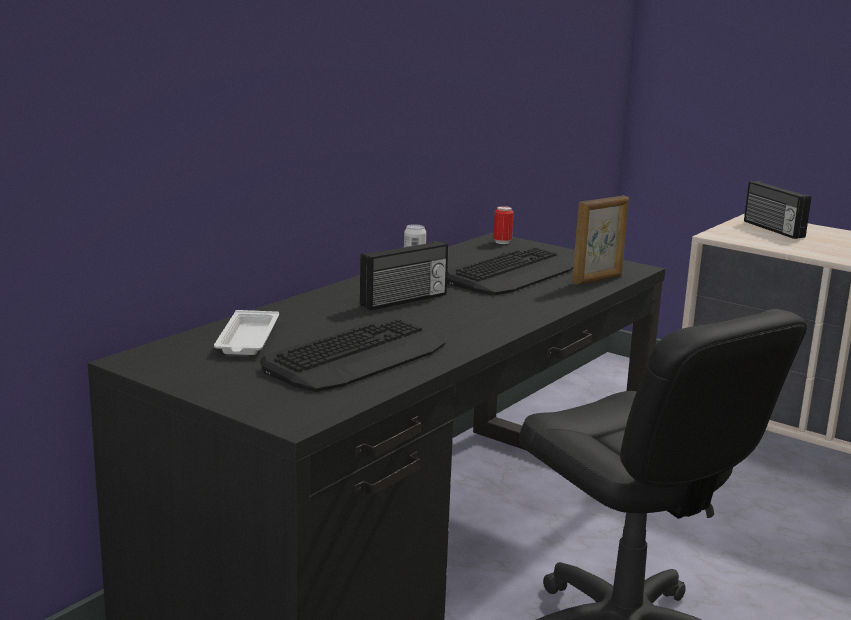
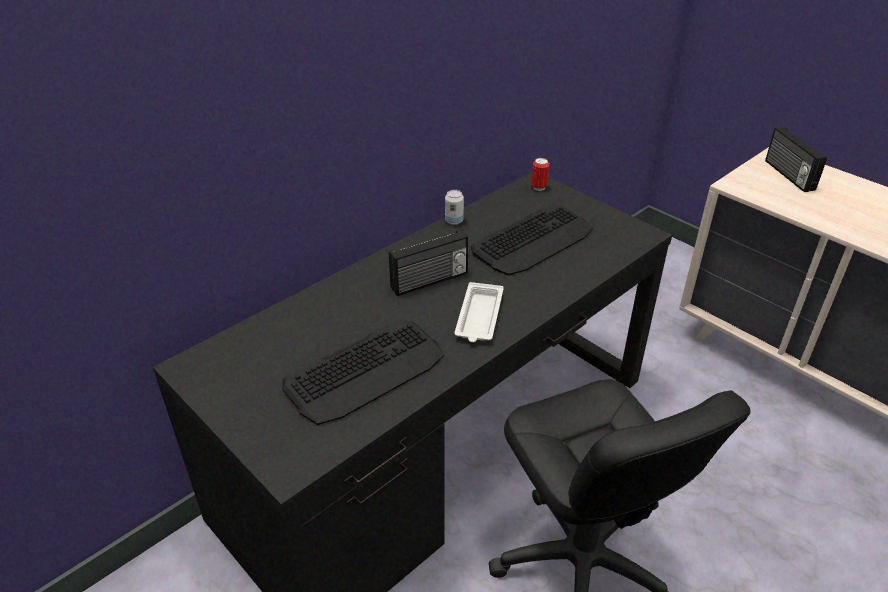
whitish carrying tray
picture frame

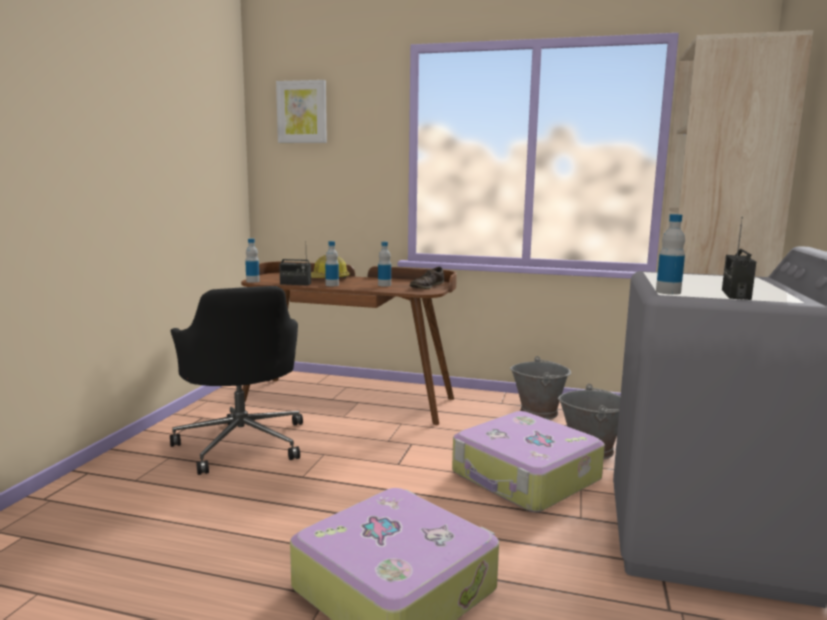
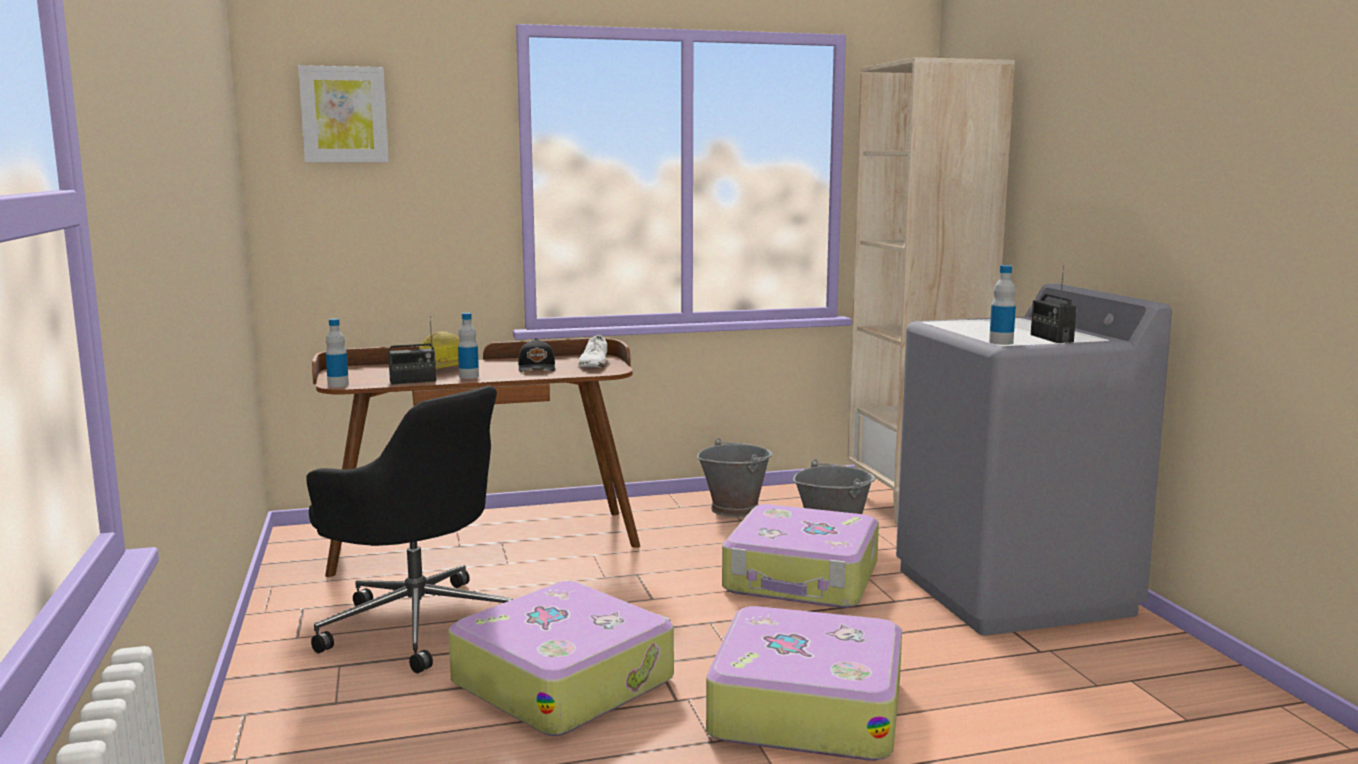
suitcase (1st from left)
blackish cap
whitish shoe

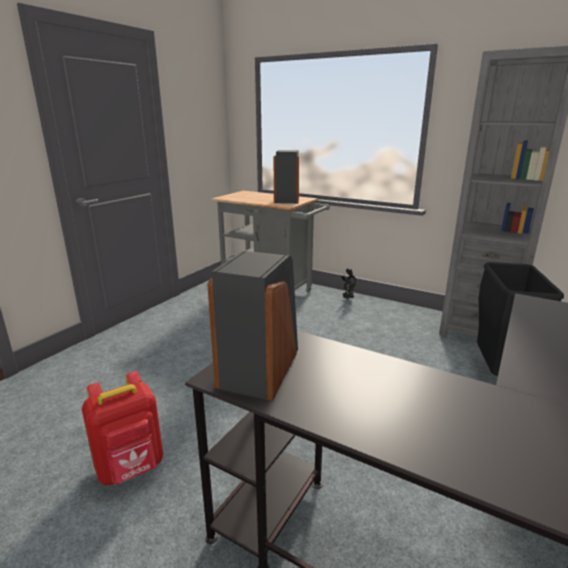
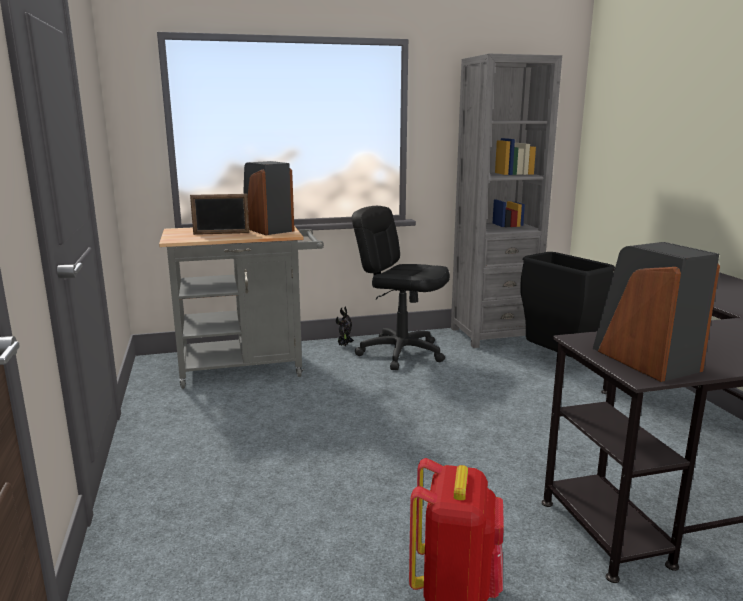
picture frame
blackish computer chair

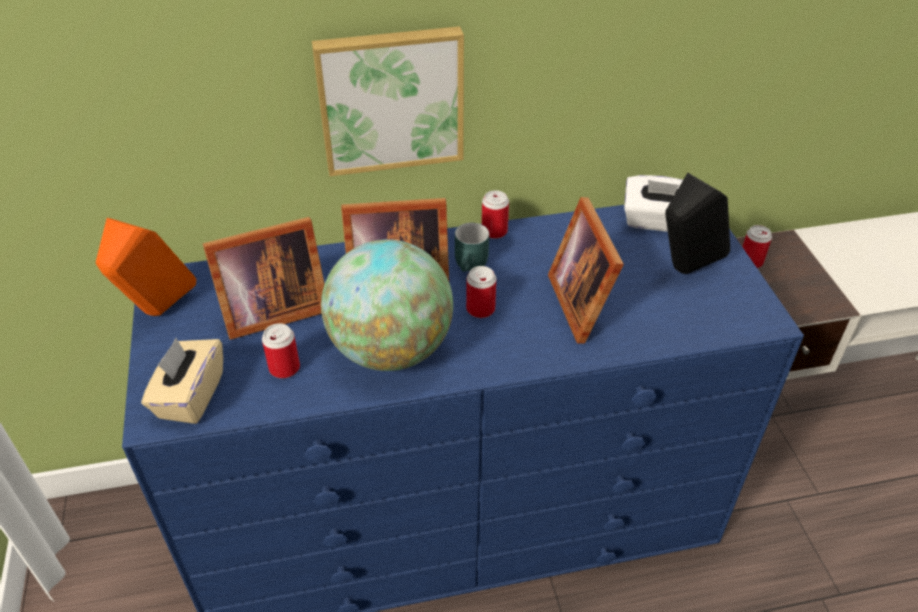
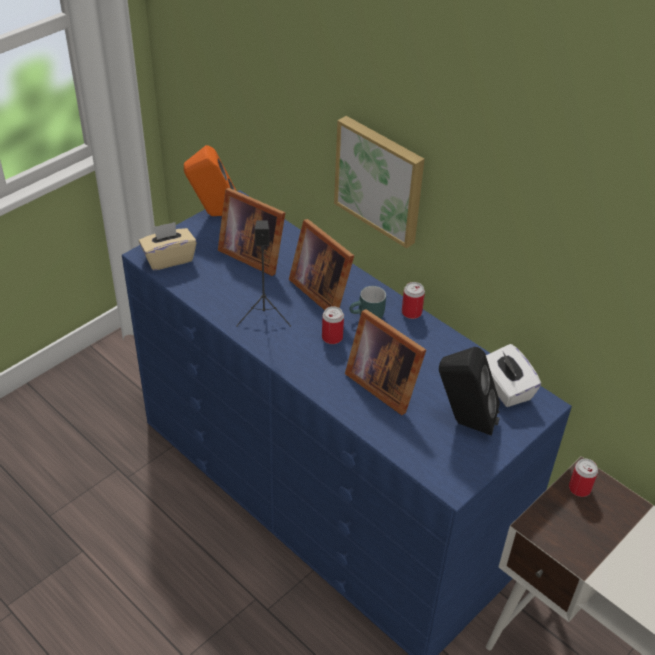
blackish speaker (1st from left)
picture frame (3rd from left)
metal can (1st from left in the first image)

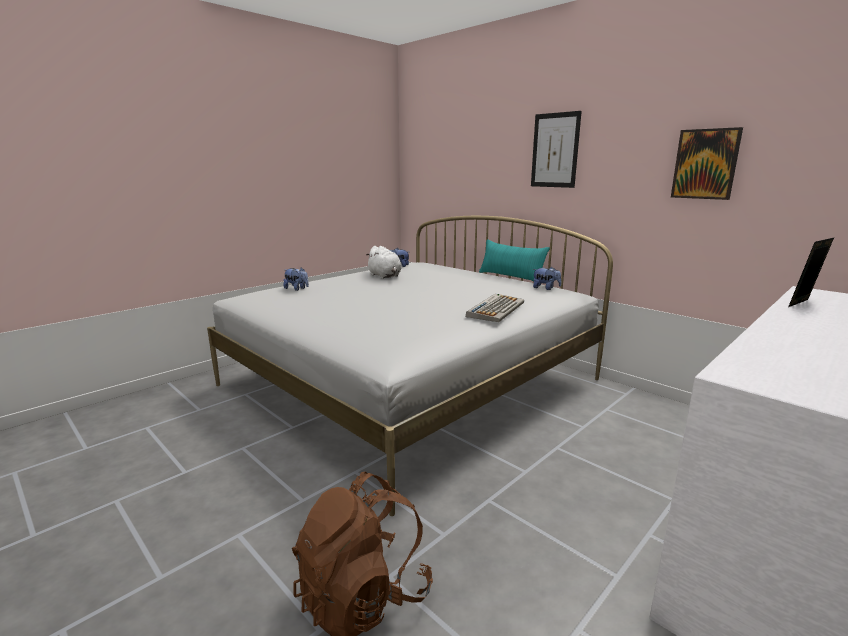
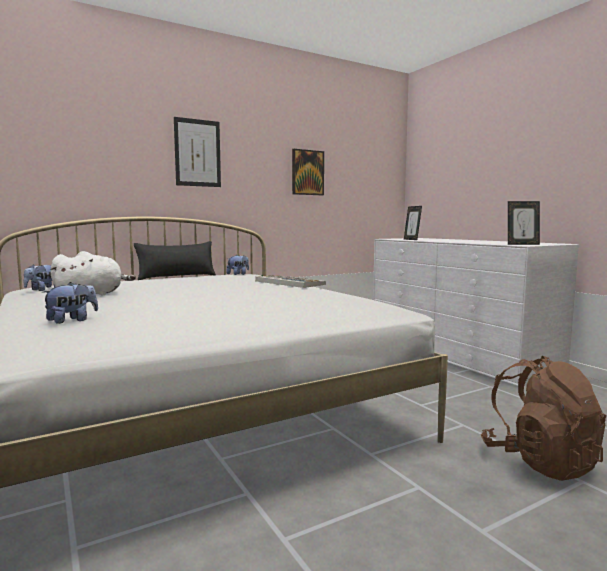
blackish throw pillow
picture frame (2nd from left)

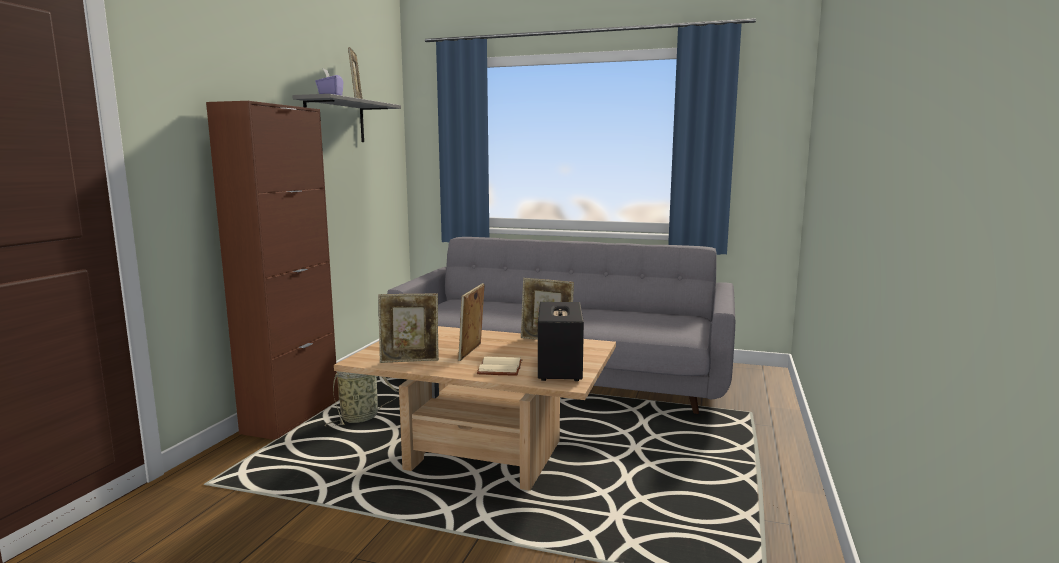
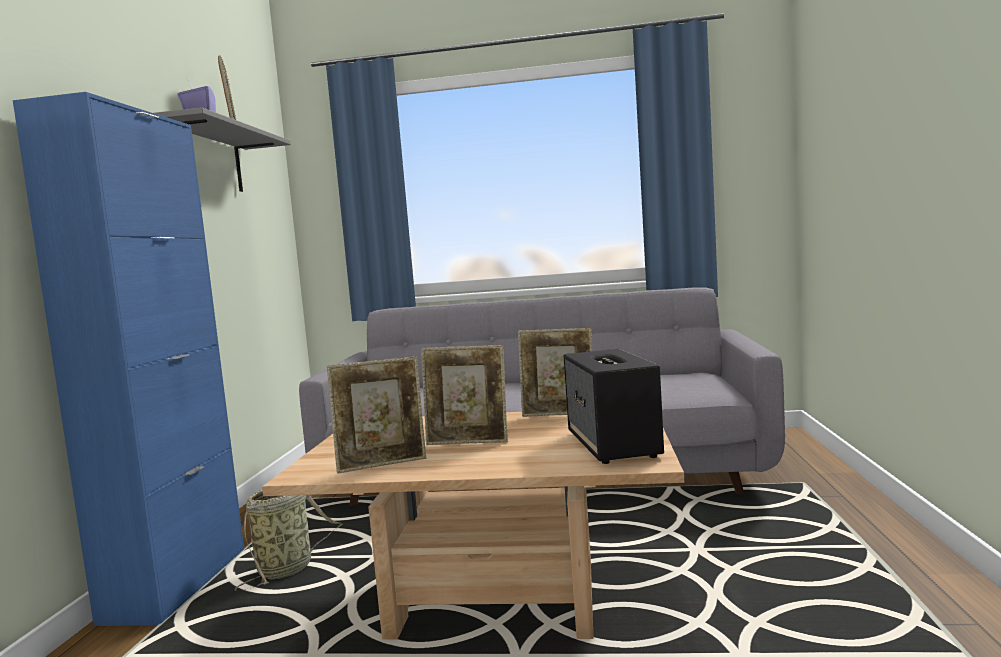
bluish cabinet
picture frame (3rd from left)
beige-coloured book

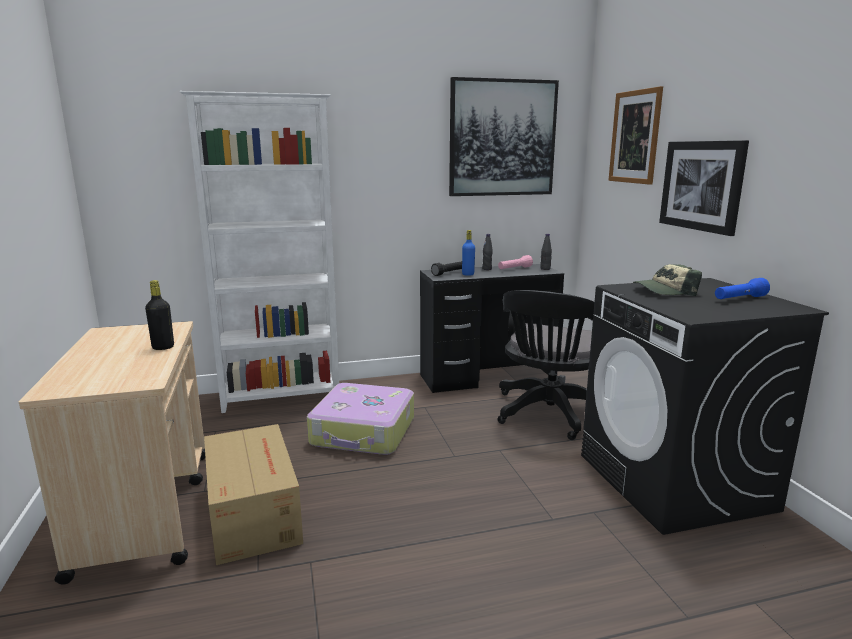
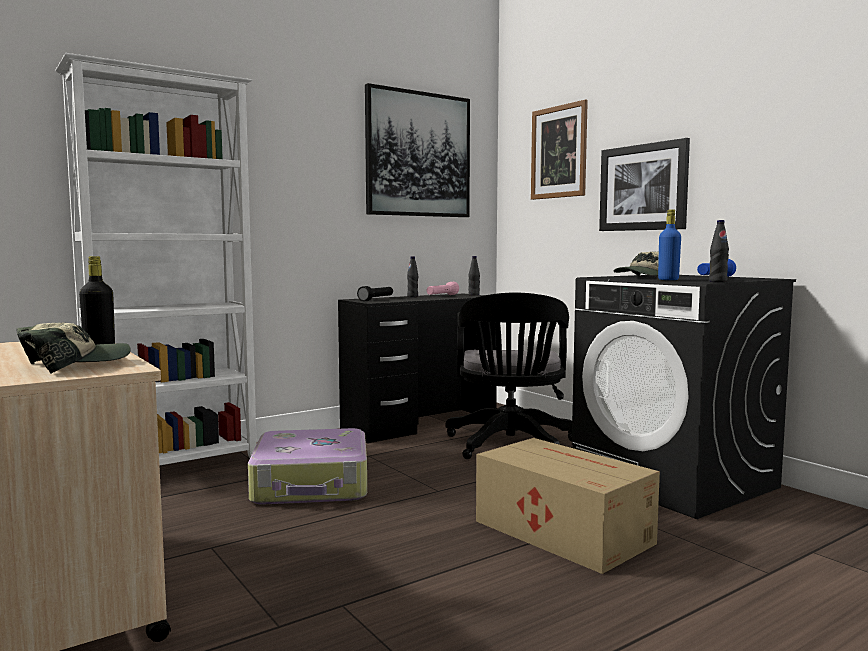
cap (1st from left)
packing box
bluish bottle
blackish bottle (4th from left)

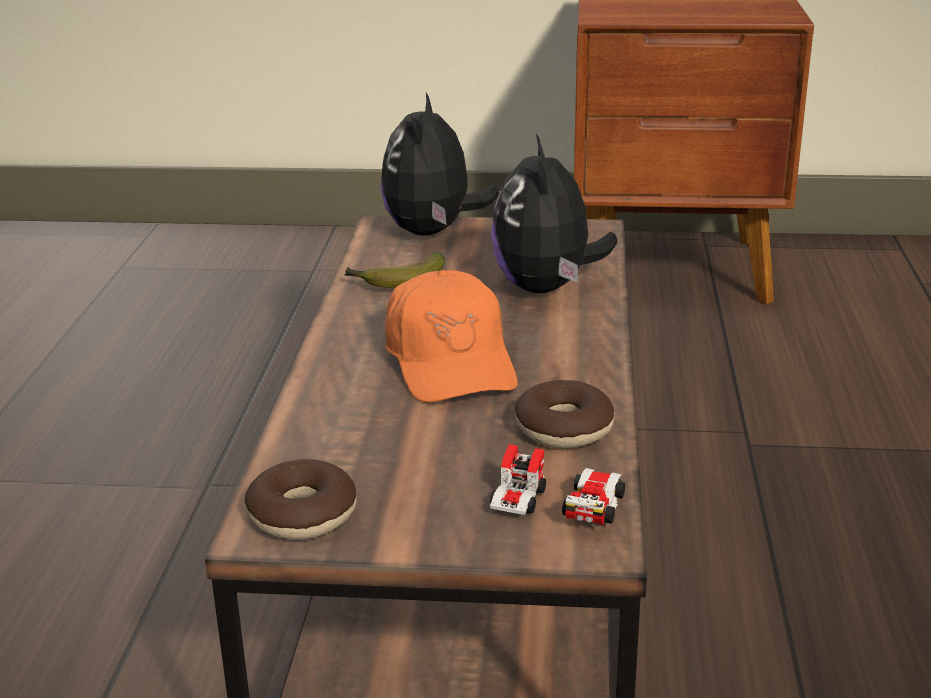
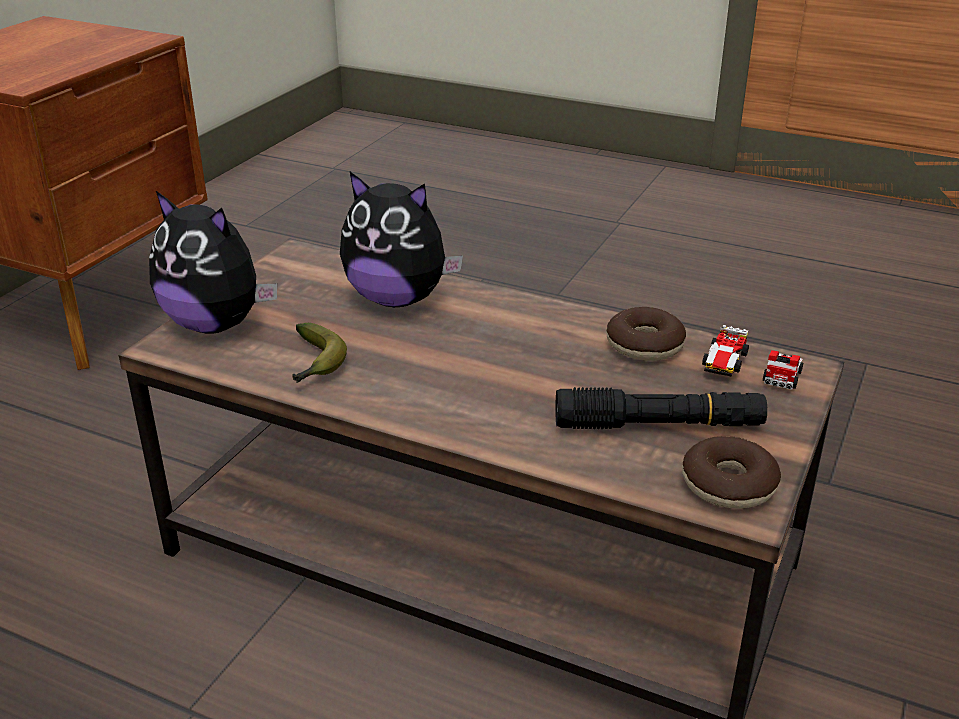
blackish hand torch
miniature car
orangey cap

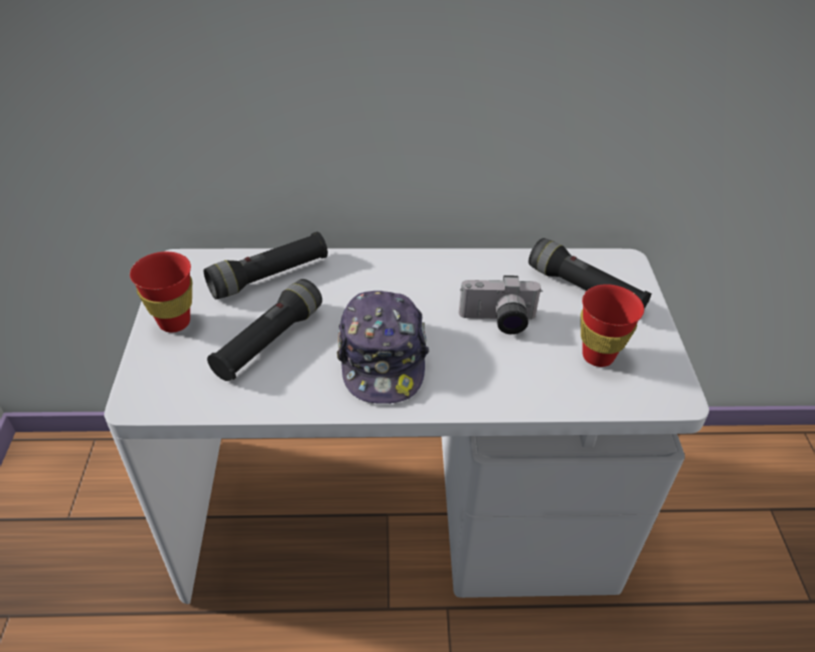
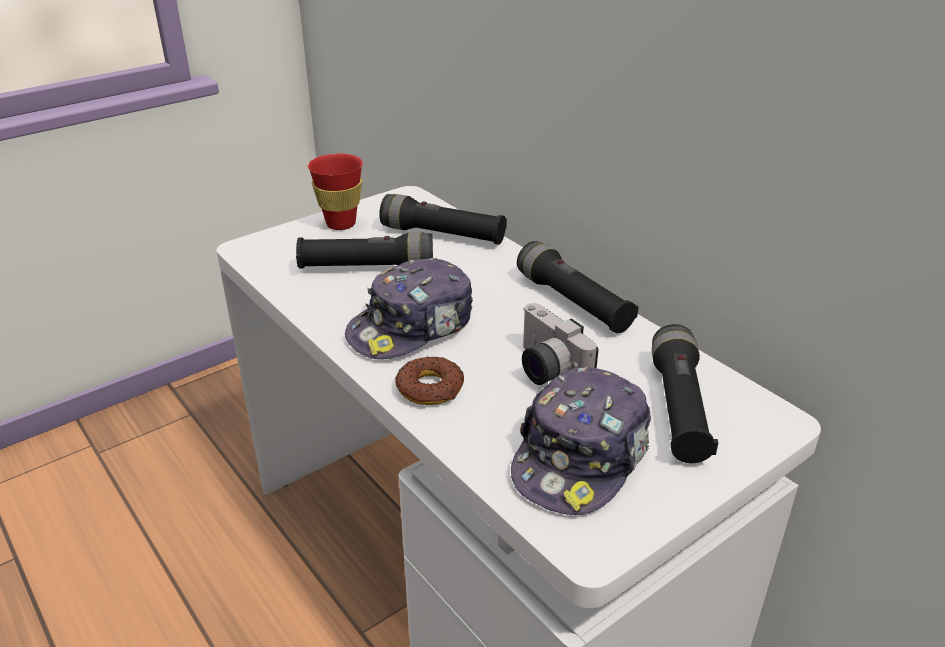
donut
cap (2nd from left)
blackish hand torch (3rd from left)

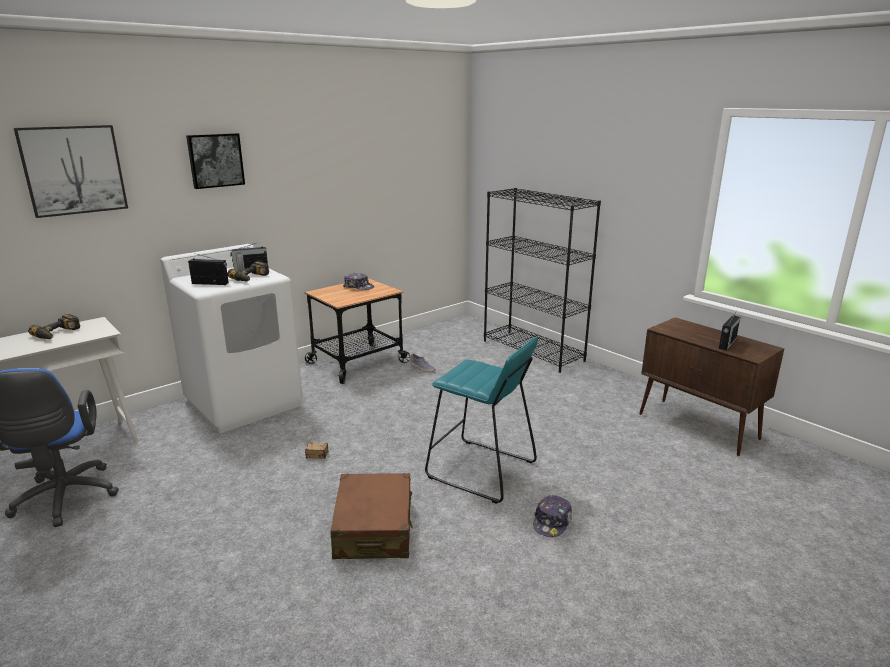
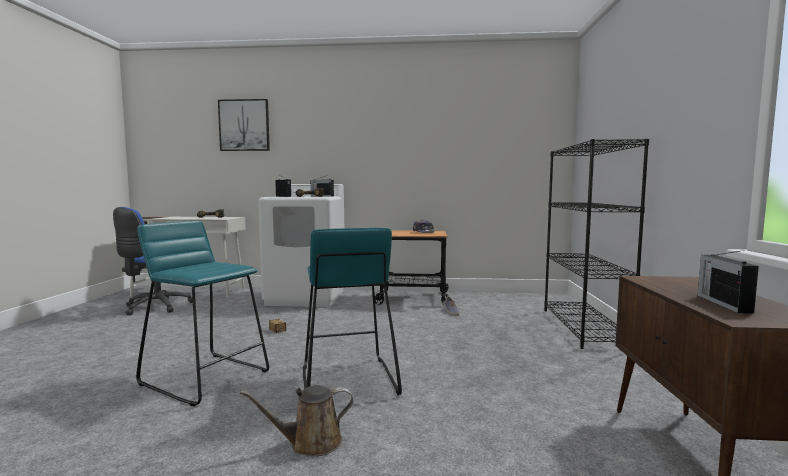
blue-green stool seat (1st from left)
brownish sprinkling can
radio receiver (3rd from left)
wall art (2nd from left in the first image)

